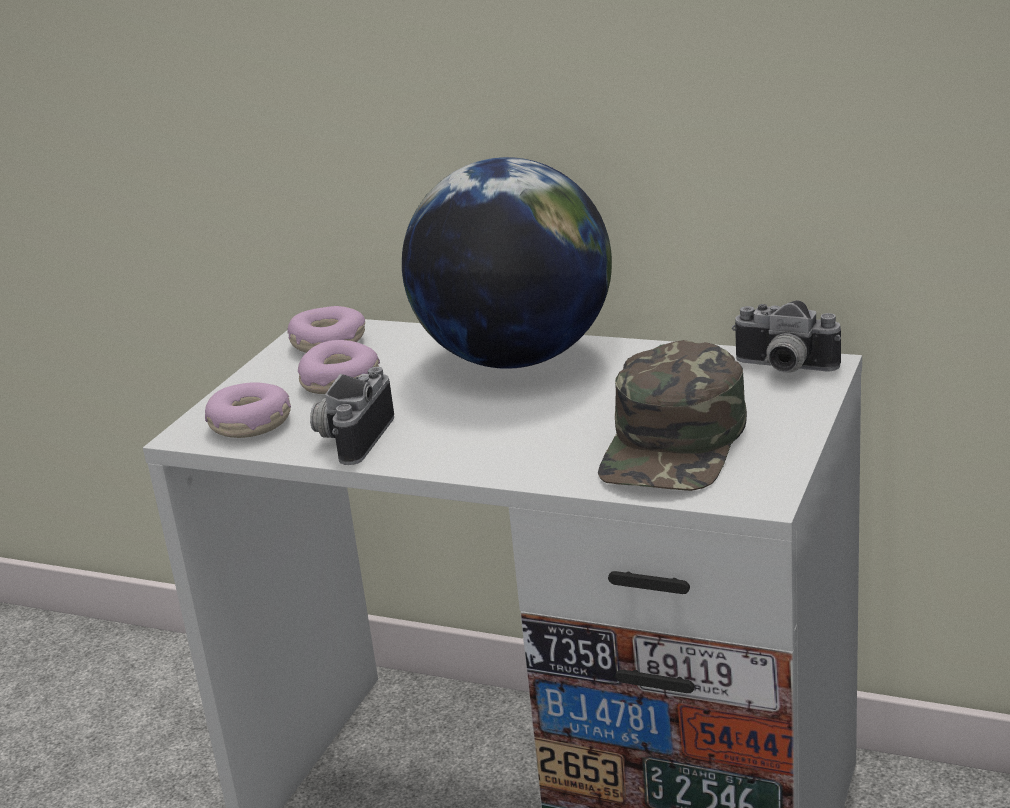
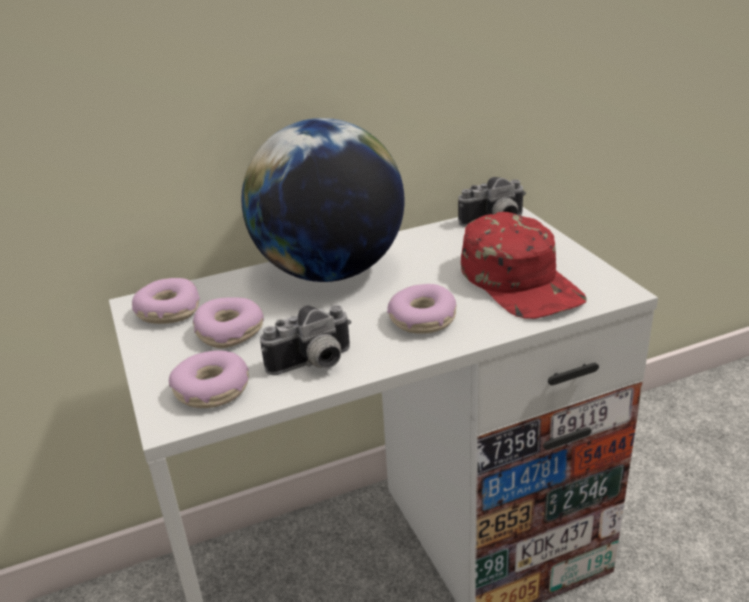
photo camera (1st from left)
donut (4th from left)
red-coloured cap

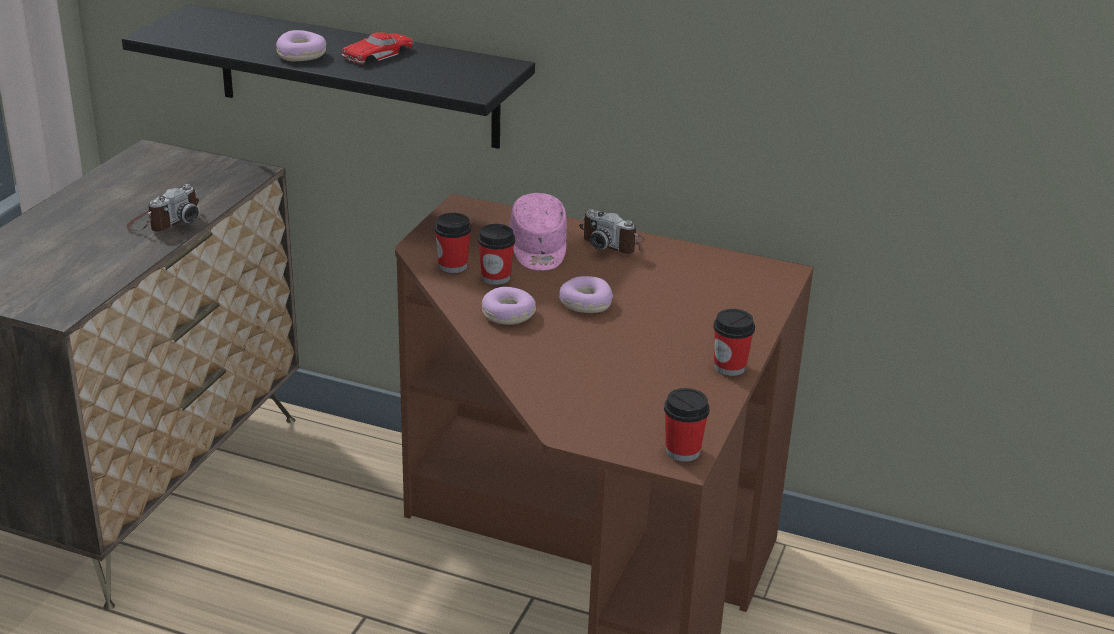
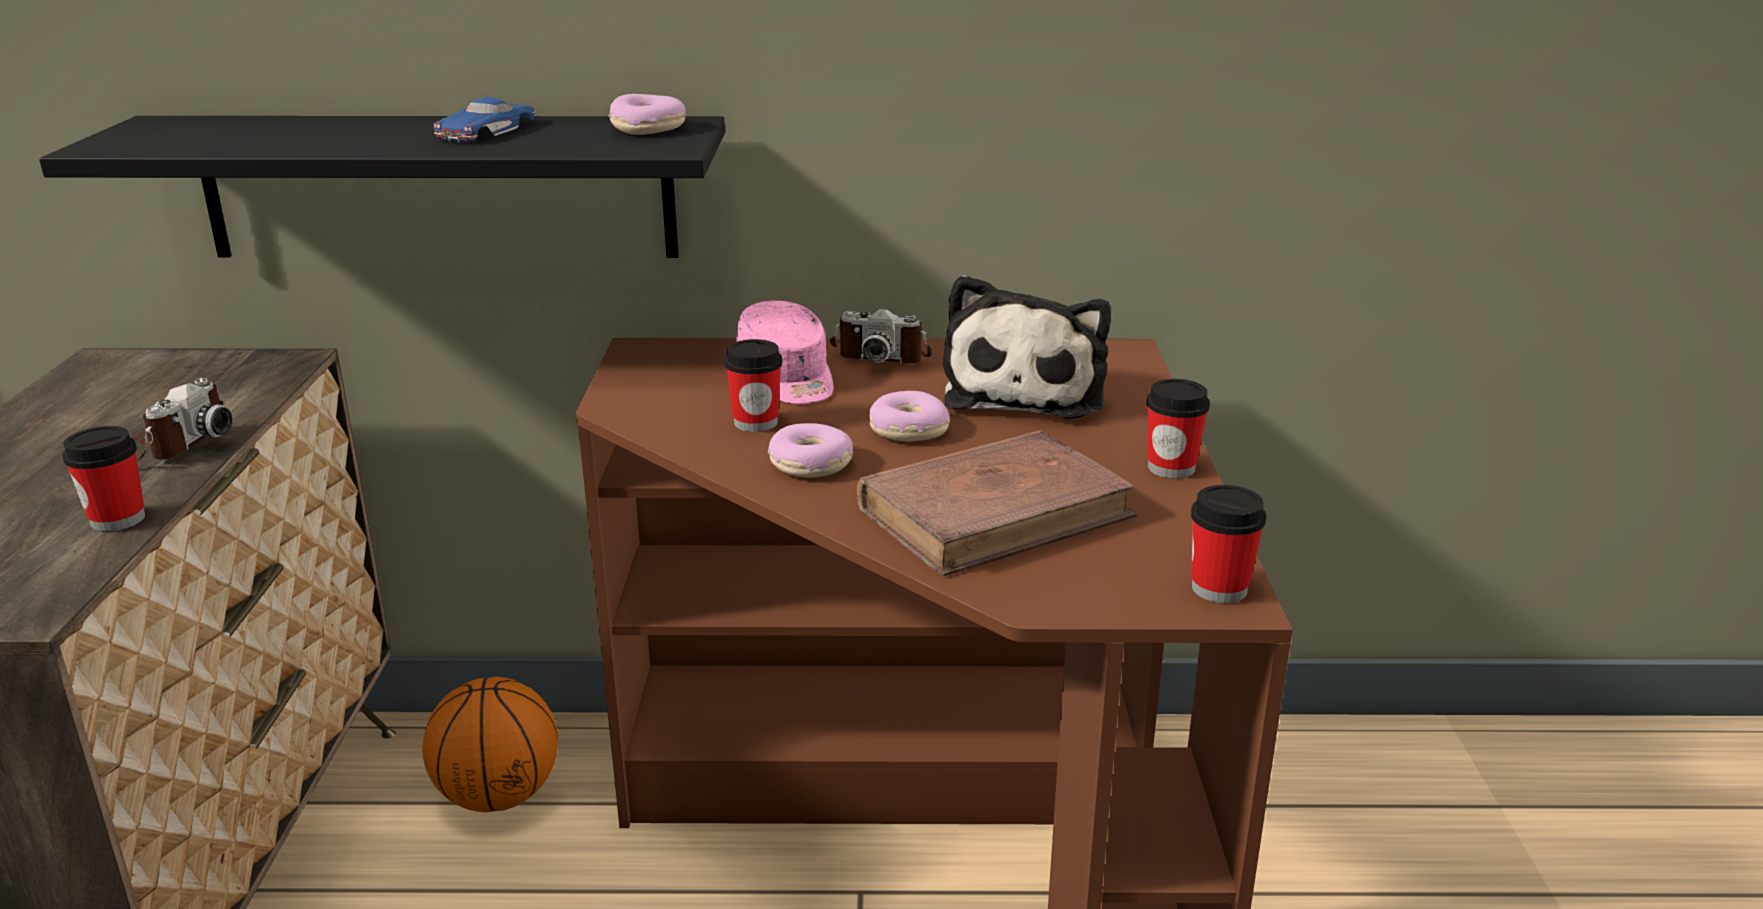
cup (1st from left)
basketball
bluish miniature car
donut (1st from left)
brownish book
cuddly toy

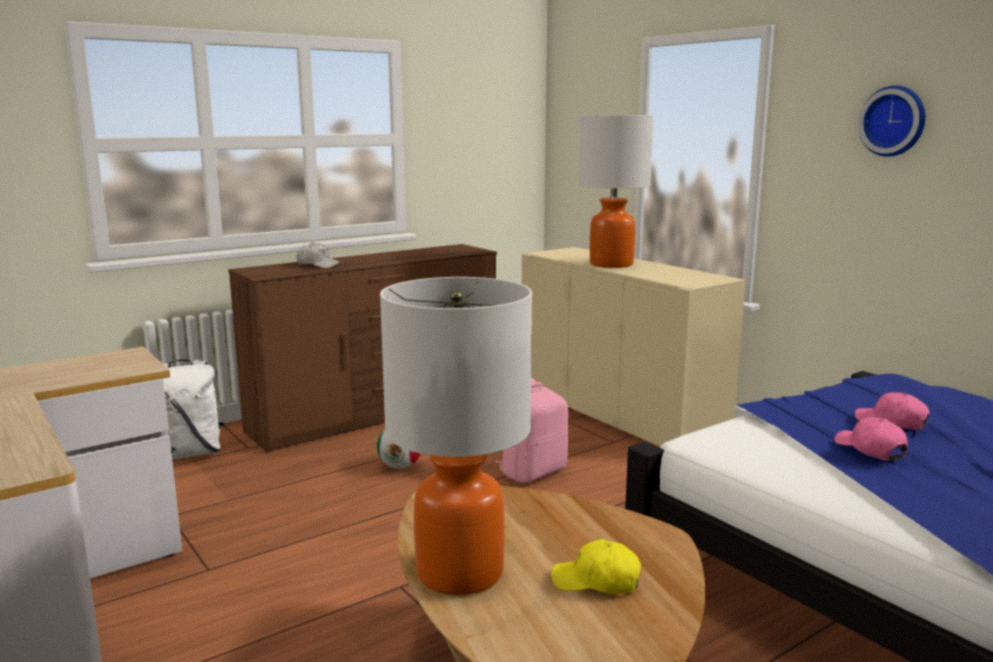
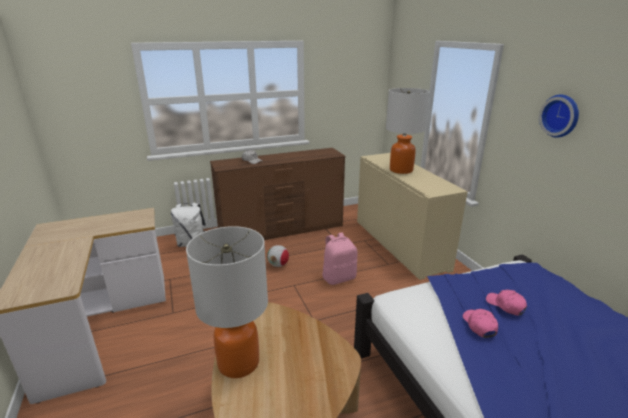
yellow cap

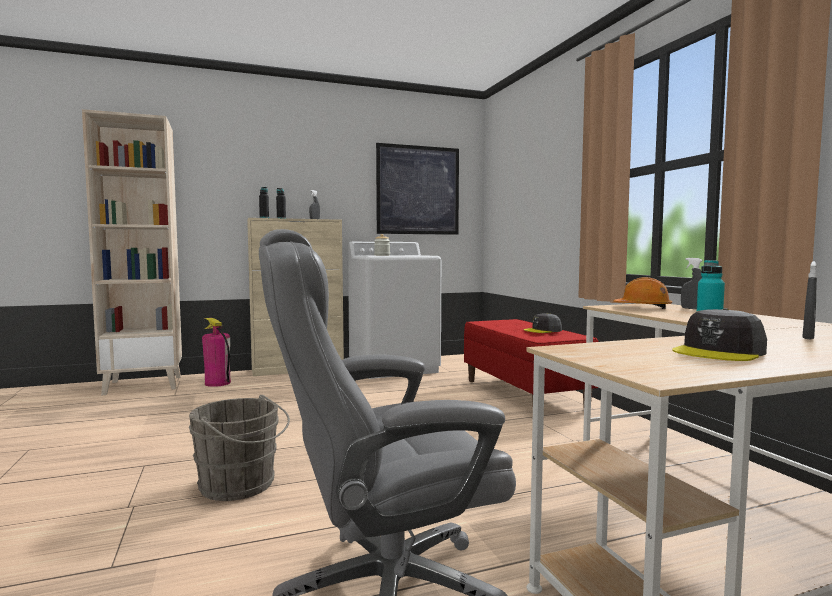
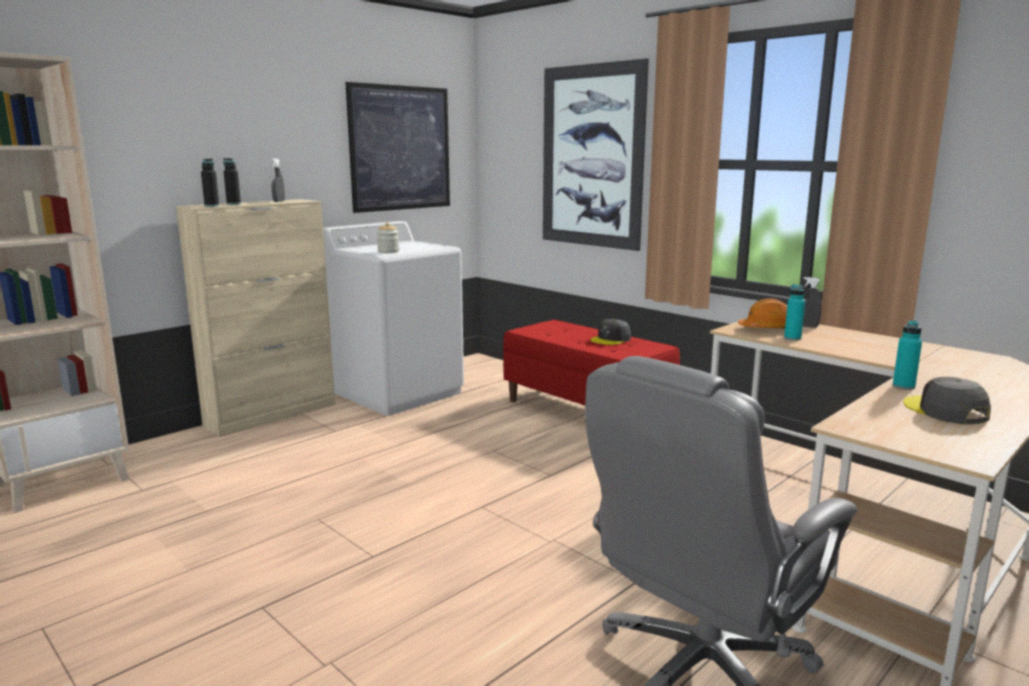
wall art (2nd from left)
blue-green bottle (1st from left)
grey cap (2nd from left)
grey water bucket
fire-fighting cylinder
grey sprayer (3rd from left in the first image)

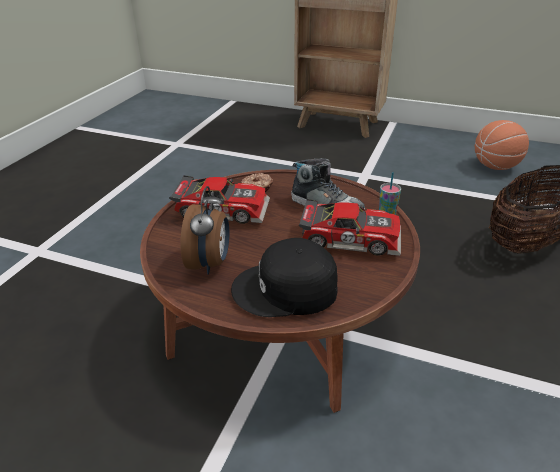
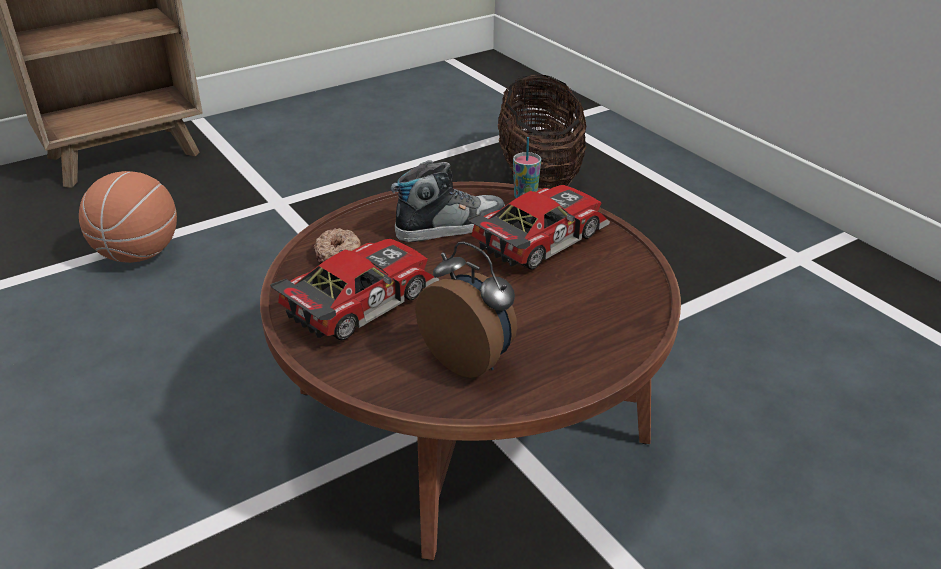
basketball
blackish cap

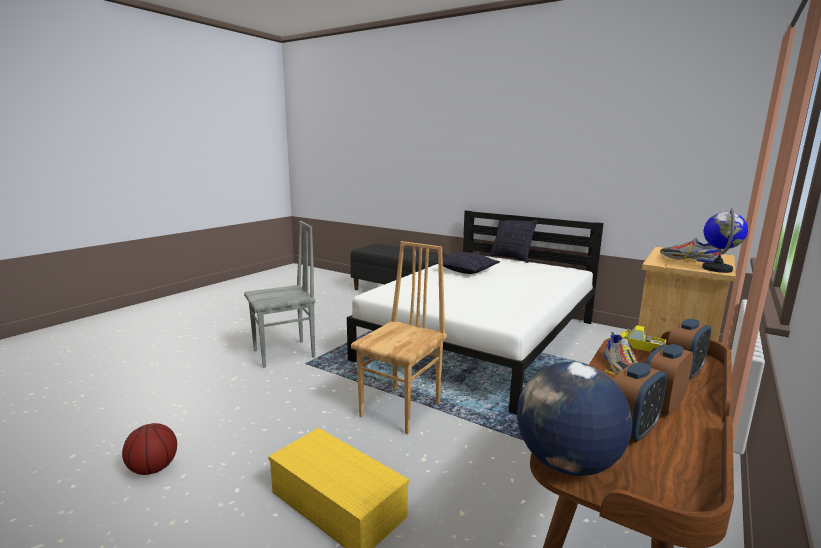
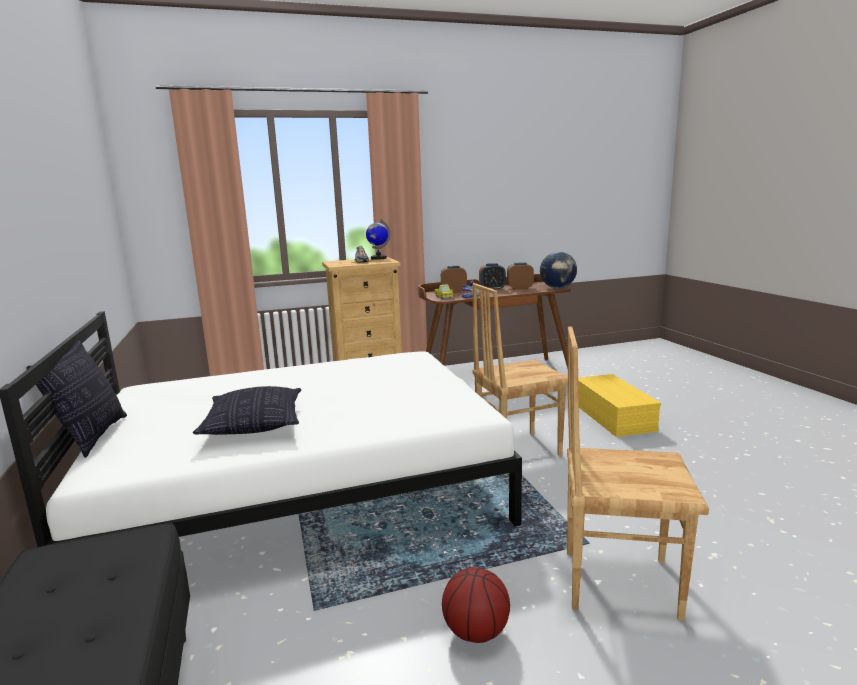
basketball
brownish upright chair (2nd from left)

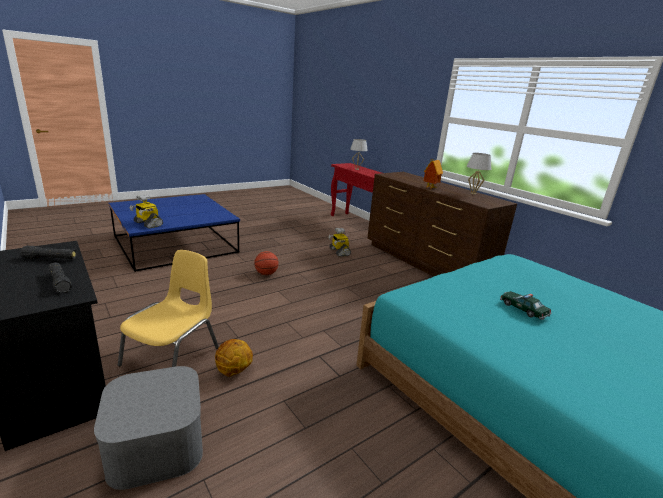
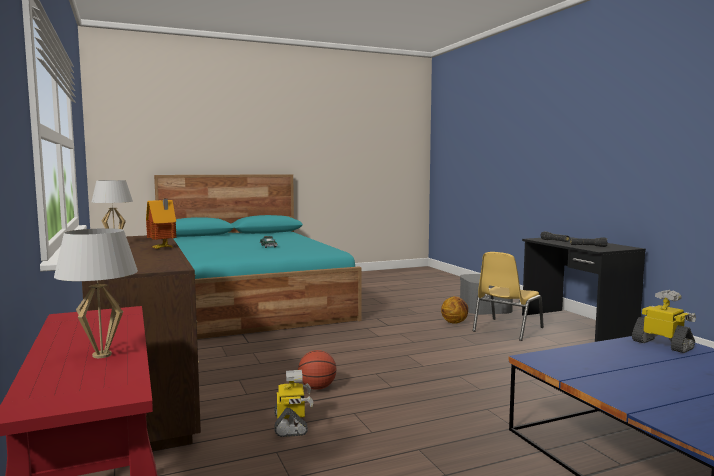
basketball (1st from left)

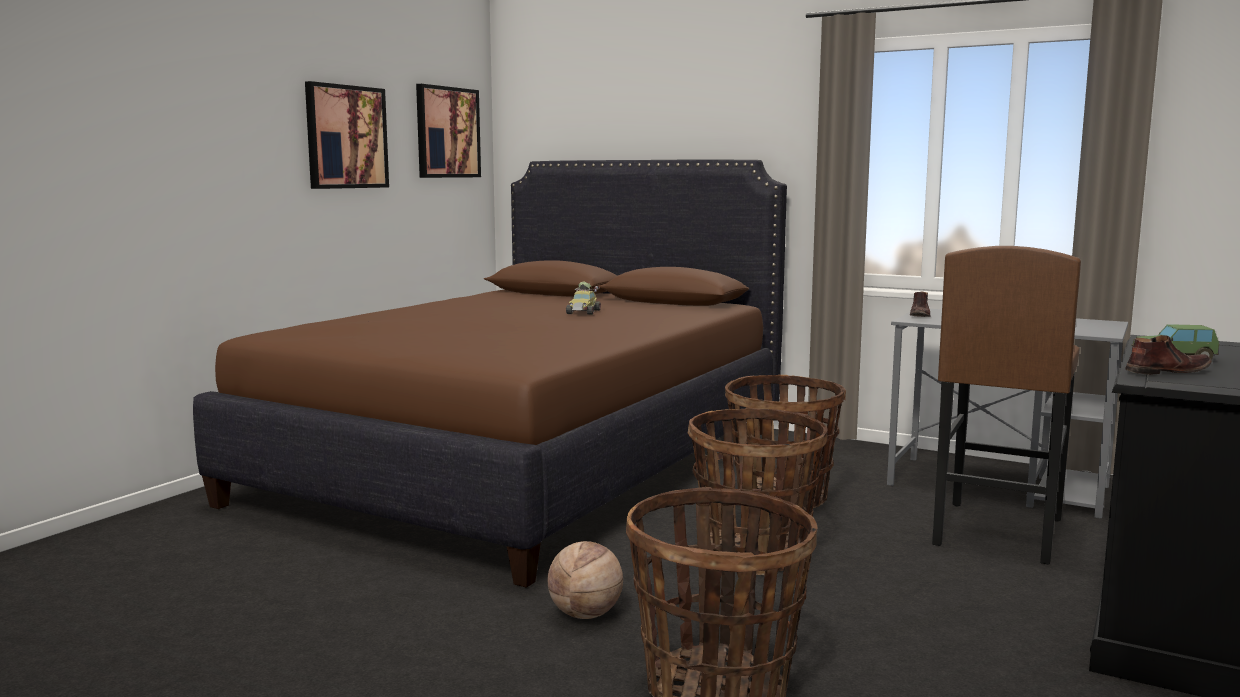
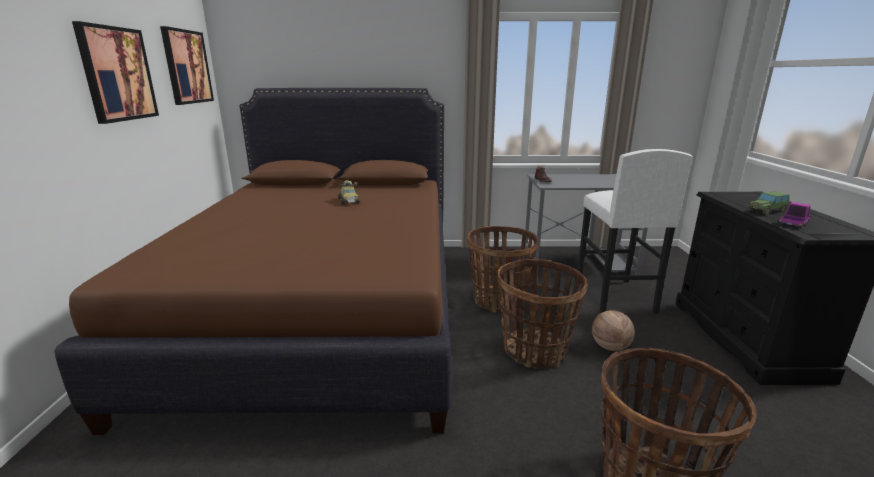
whitish stool seat
basketball
toy truck

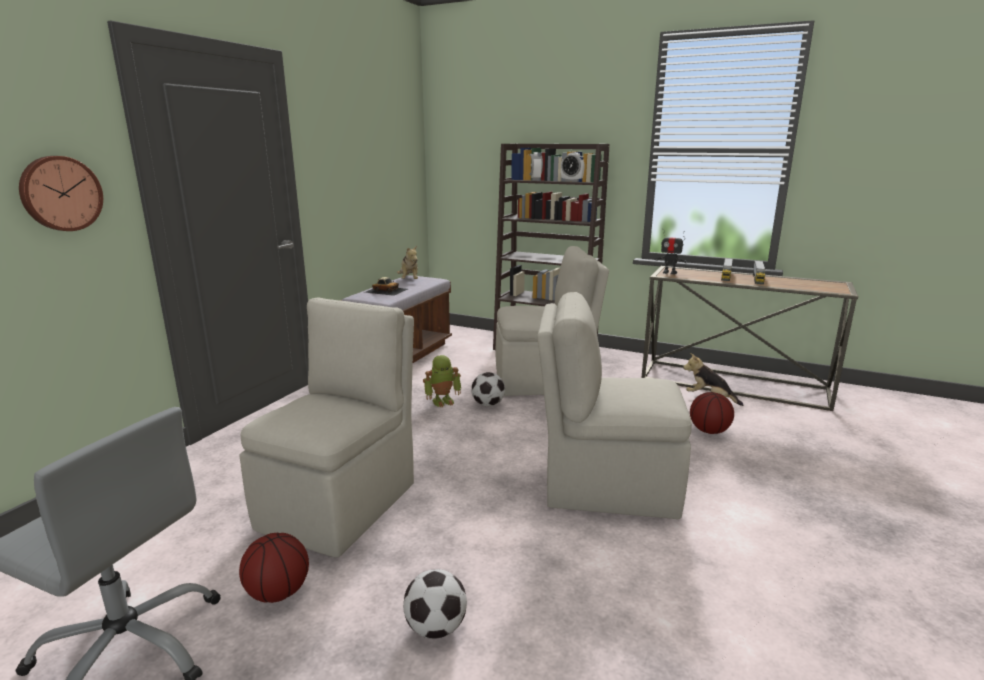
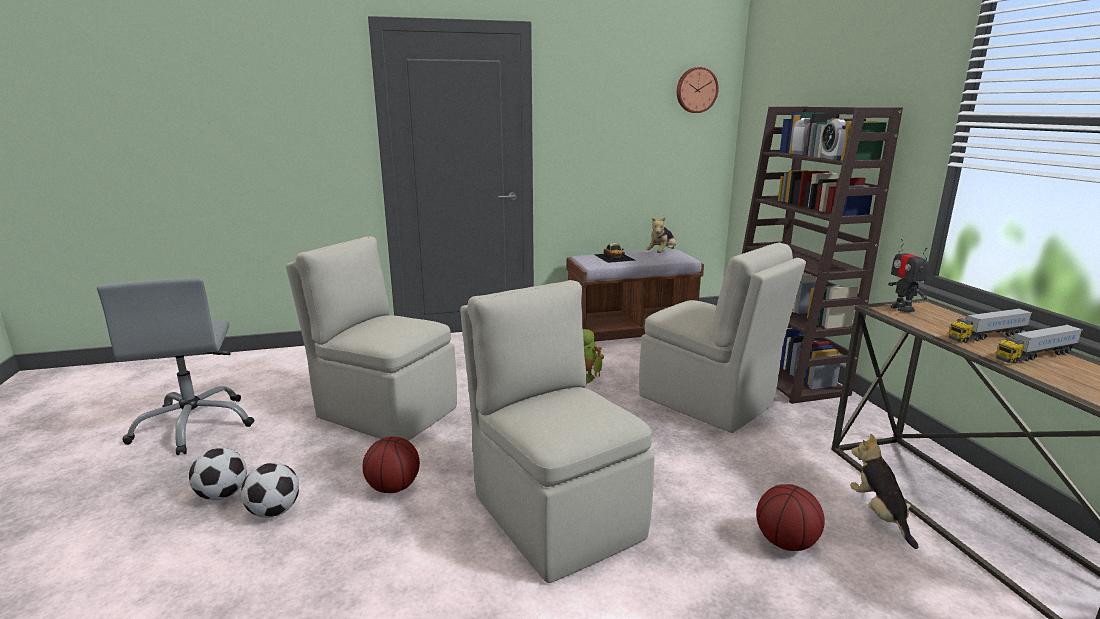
football (1st from left)
beige-coloured upright chair (1st from left)
basketball (1st from left)
wall clock

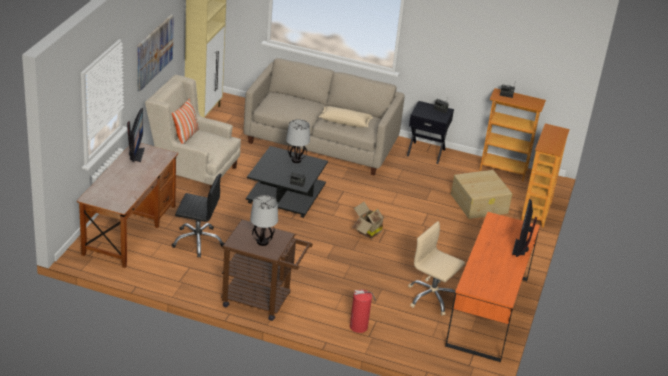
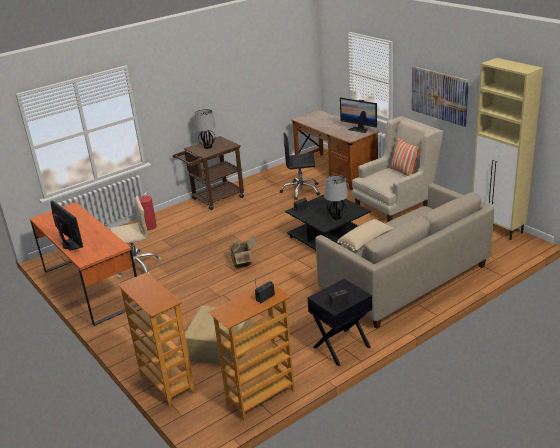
blackish computer chair

